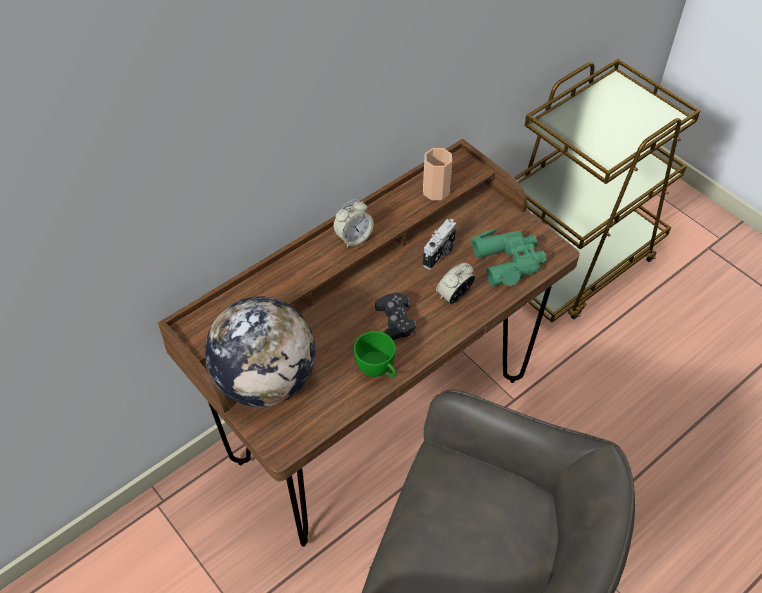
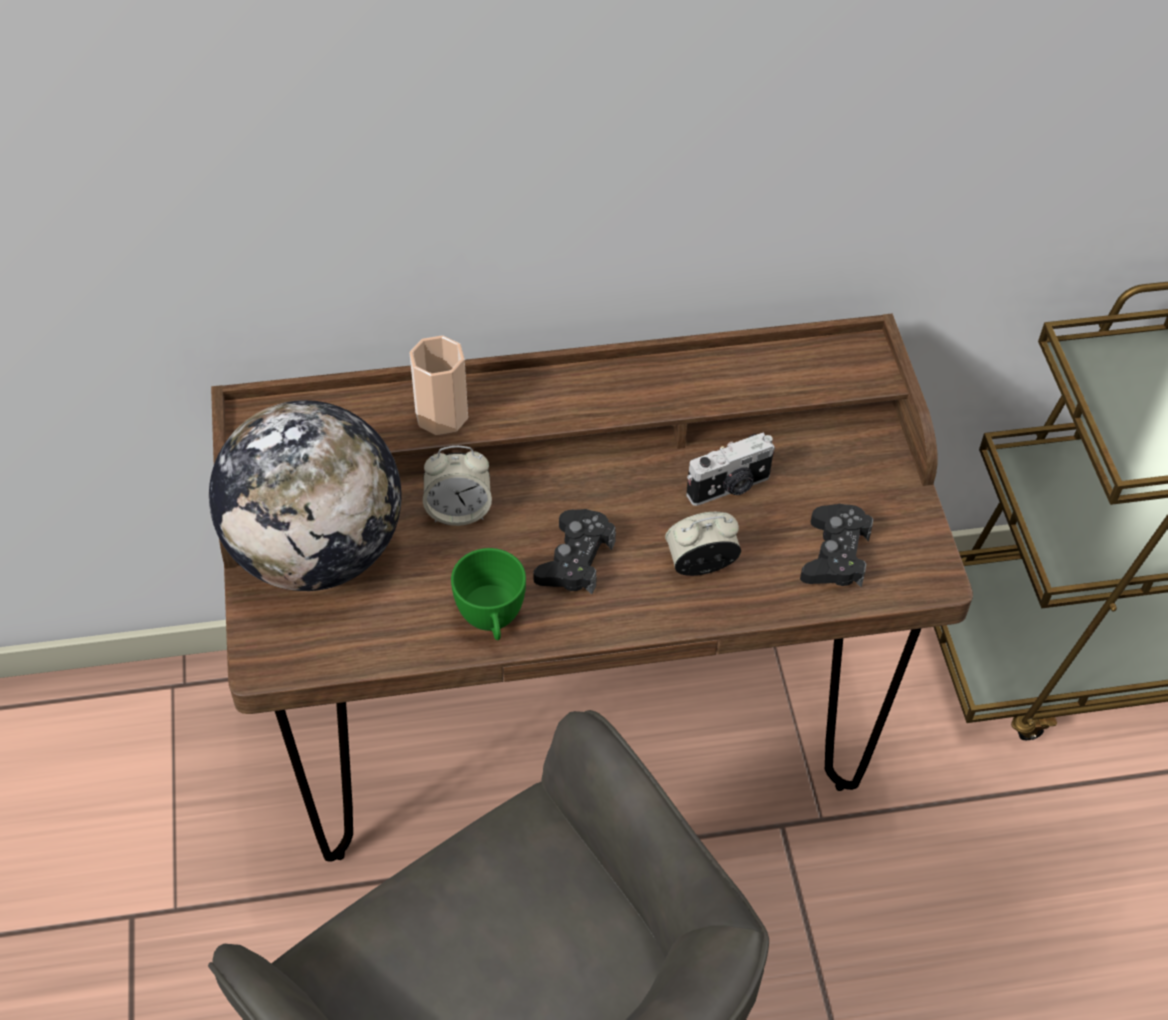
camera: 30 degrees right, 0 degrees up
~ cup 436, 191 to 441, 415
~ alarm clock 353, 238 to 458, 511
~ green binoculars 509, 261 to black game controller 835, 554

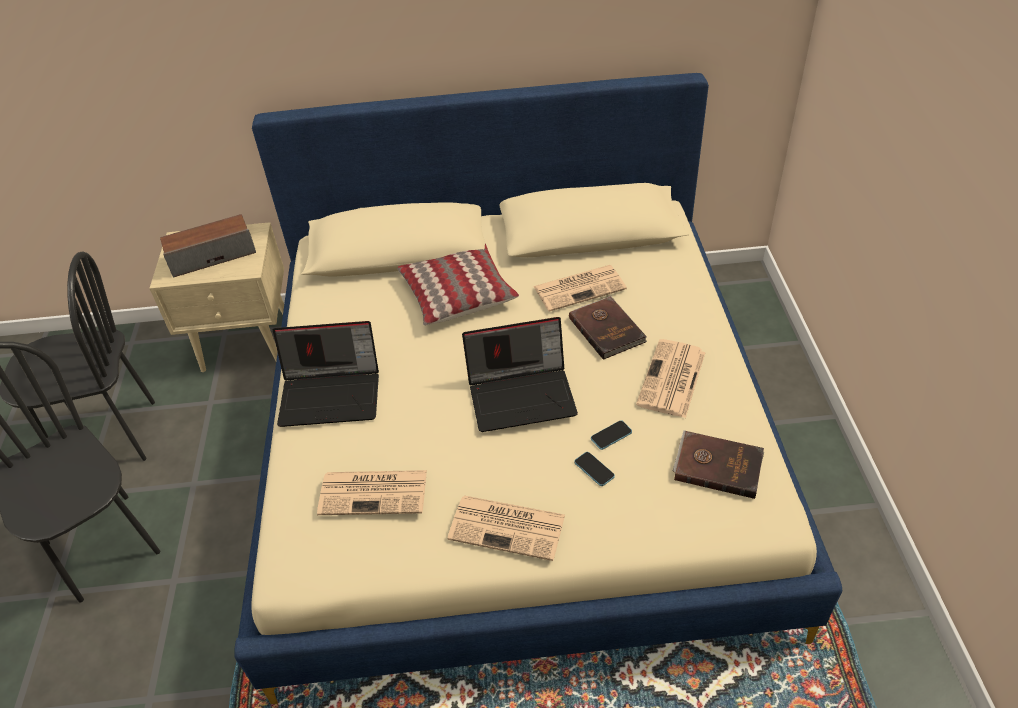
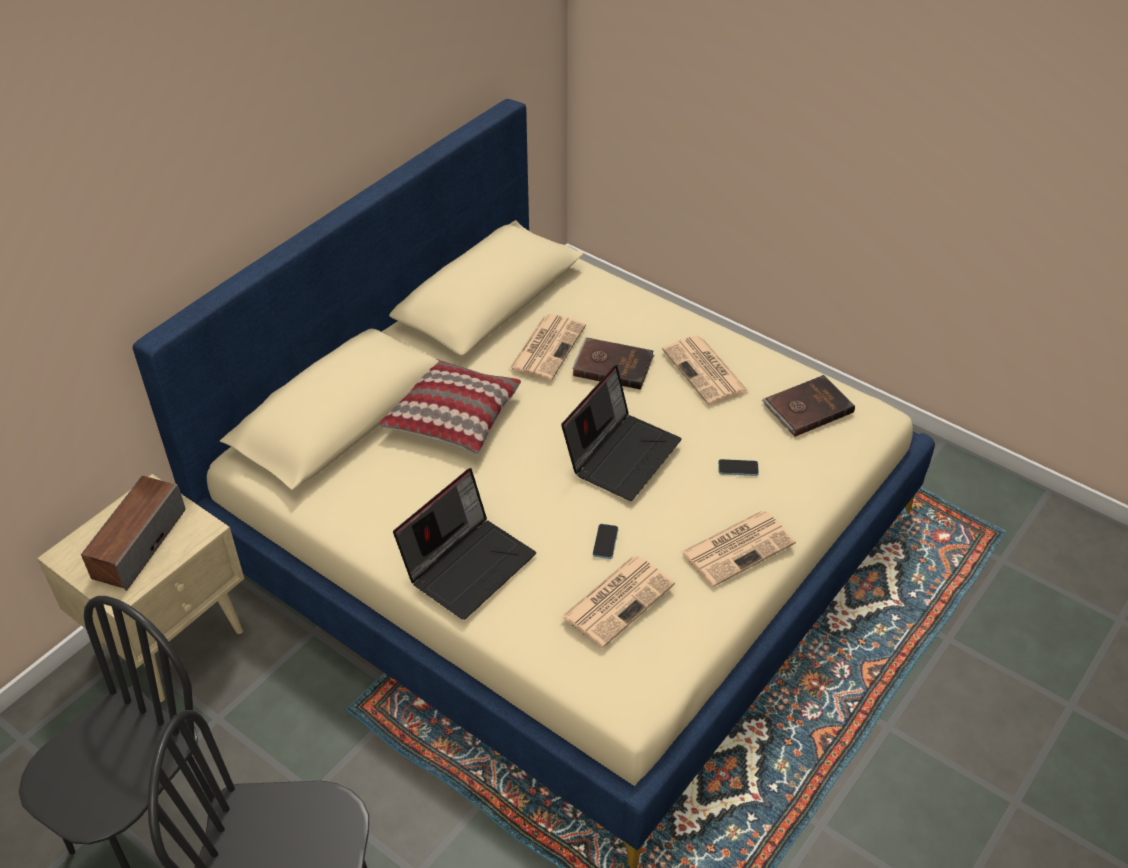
camera: 50 degrees left, 0 degrees up
~ phone 611, 436 to 605, 542

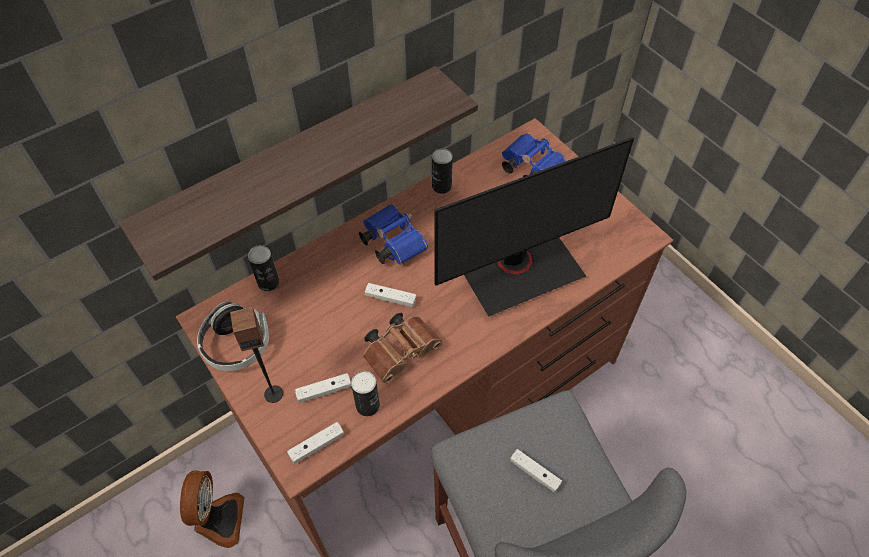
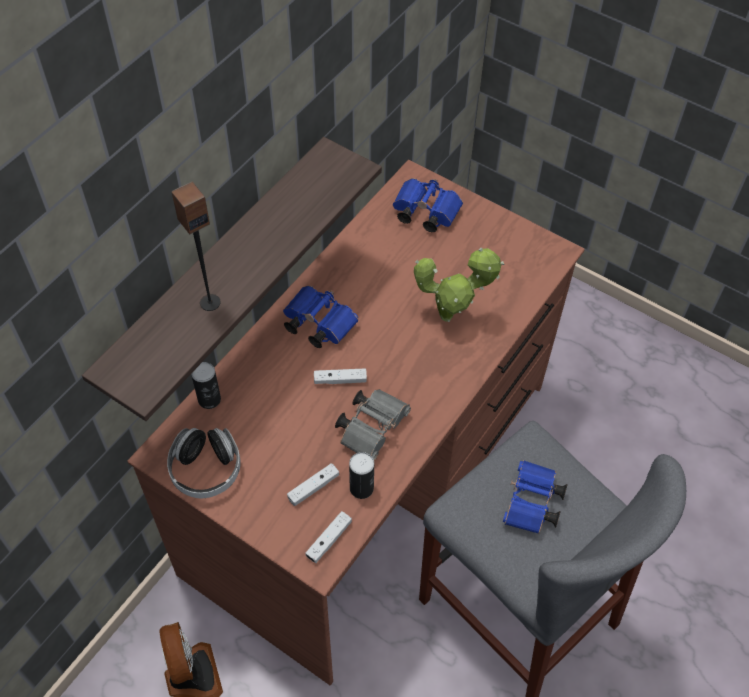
camera: 20 degrees left, 0 degrees up
~ speaker 273, 393 to 210, 302
~ brown binoculars 402, 351 to grey binoculars 373, 427
~ monitor 518, 268 to potted plant 451, 315
~ white game controller 534, 473 to blue binoculars 531, 505
- can 441, 186

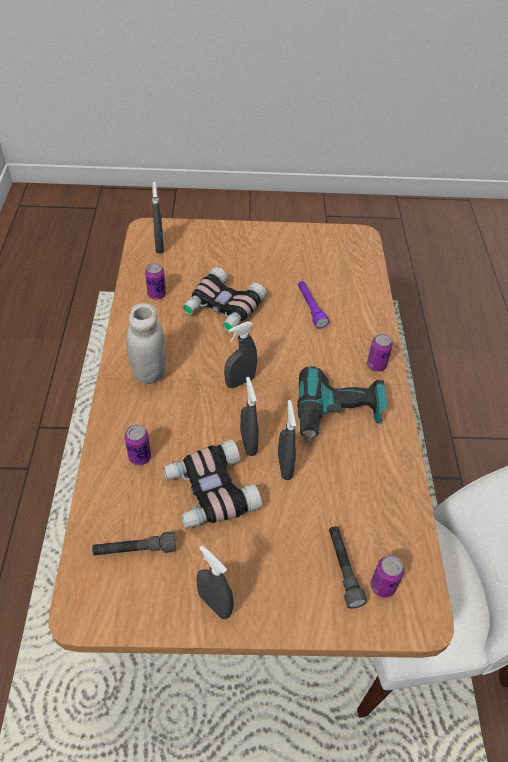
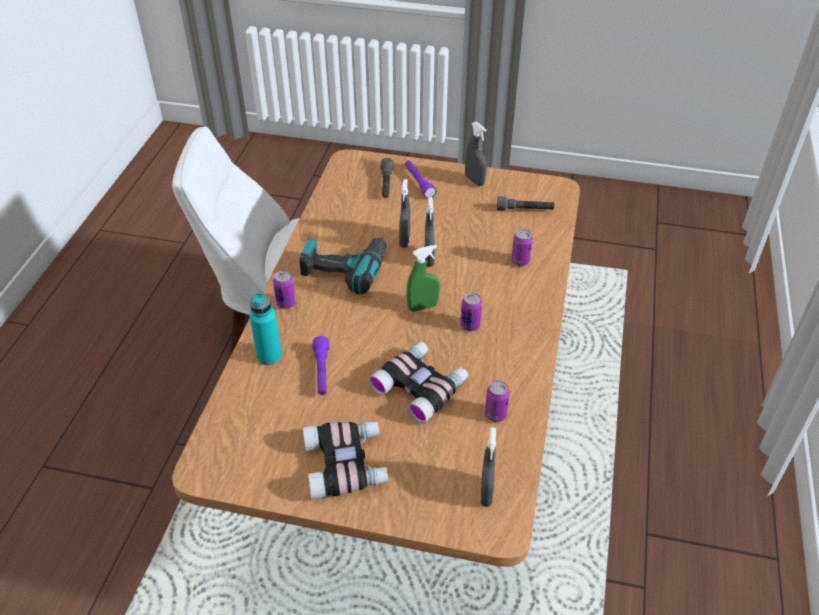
camera: 165 degrees left, 5 degrees down
+ turquoise bottle 269, 356
~ binoculars 209, 491 to 347, 464
+ purple flashlight 418, 183
~ grey spray bottle 240, 381 to green spray bottle 423, 306
~ can 382, 586 to 470, 325
- white jar 149, 372

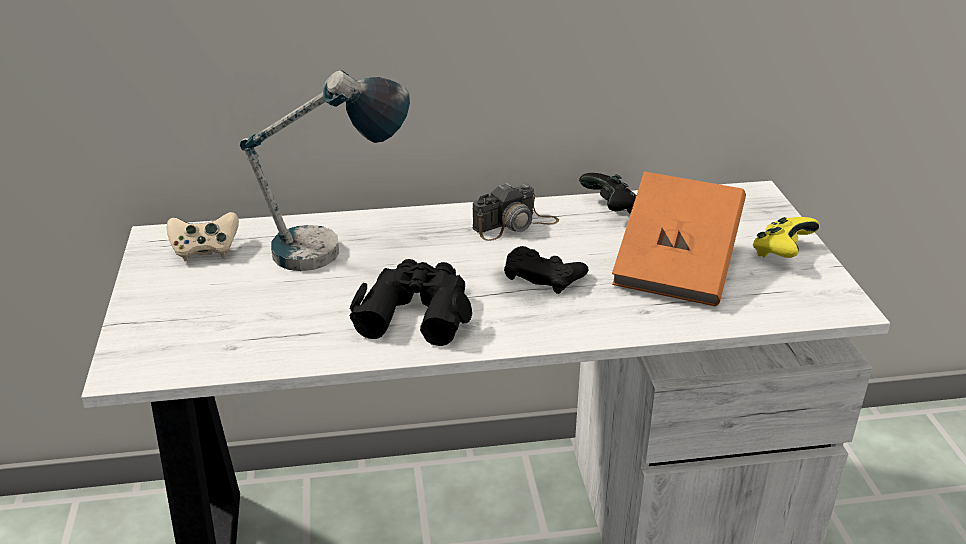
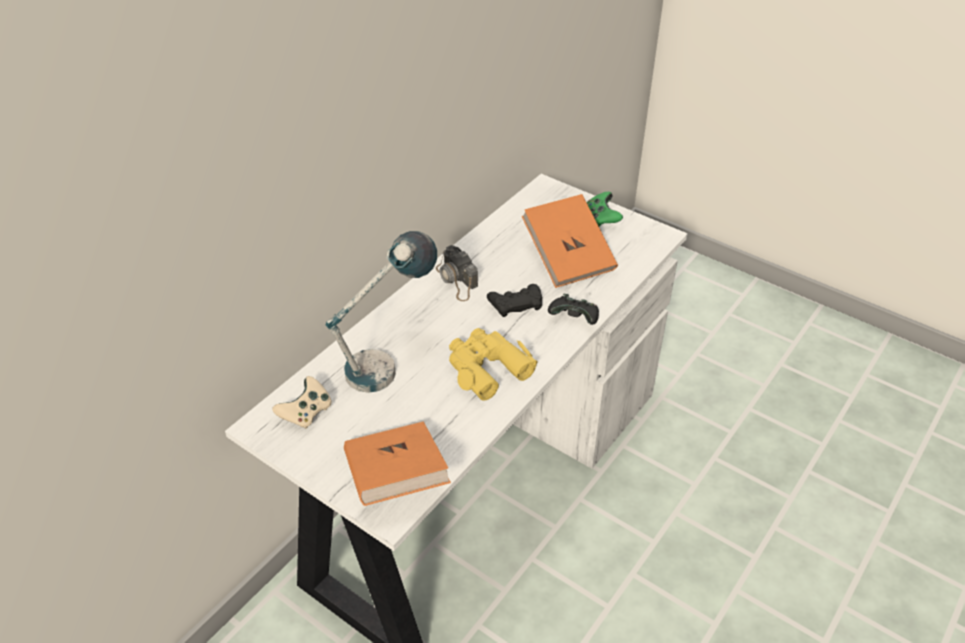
camera: 45 degrees left, 10 degrees up
+ orange book 396, 480
~ photo camera 515, 224 = 457, 280 135 degrees clockwise
~ black binoculars 415, 311 to yellow binoculars 486, 368
~ black game controller 611, 208 to 574, 319
~ yellow game controller 781, 252 to green game controller 601, 219

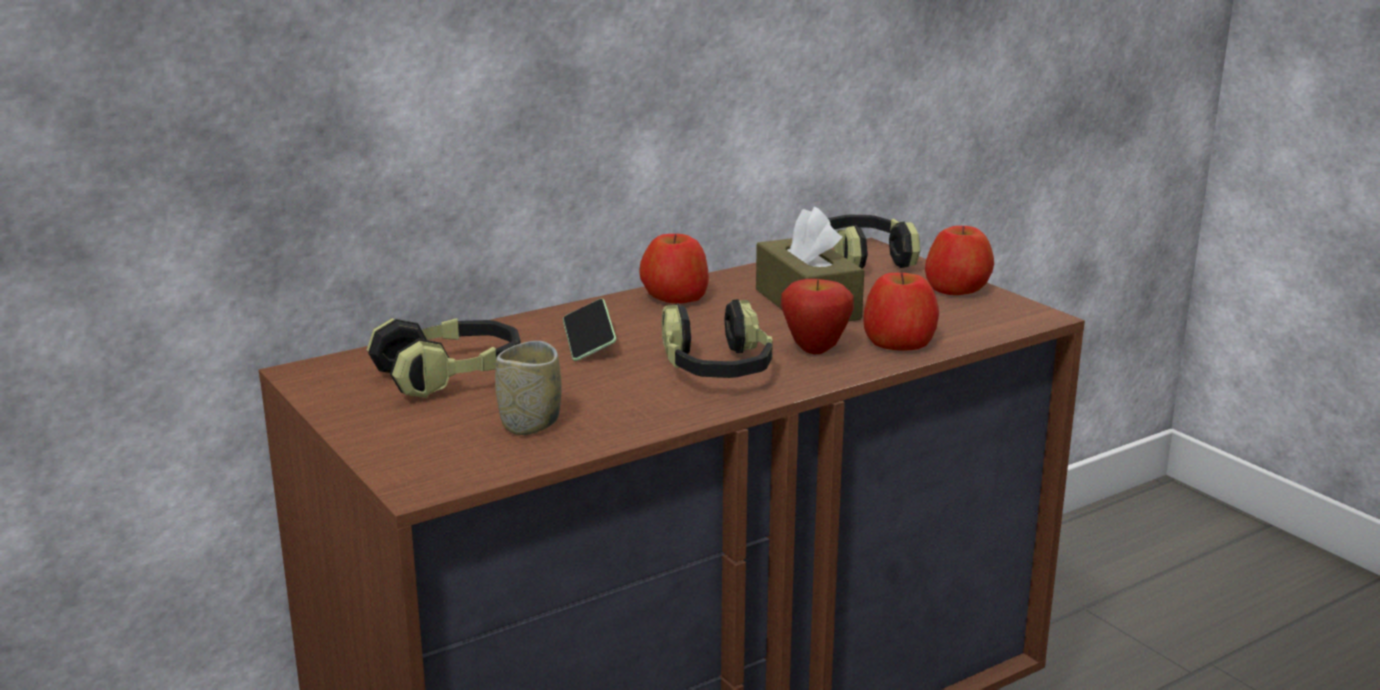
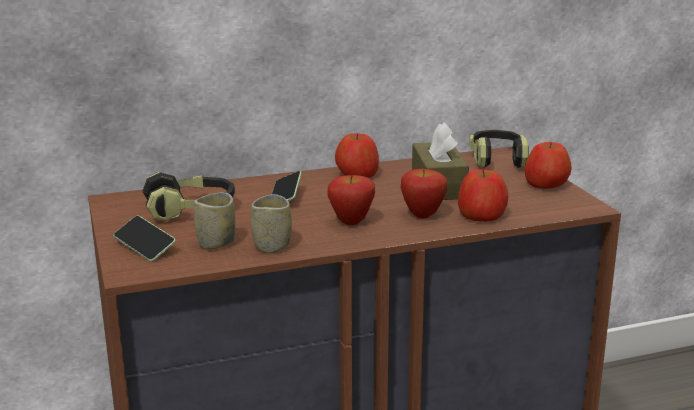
camera: 15 degrees right, 0 degrees up
+ phone 145, 247
+ cup 272, 246
~ headphones 717, 370 to apple 351, 222

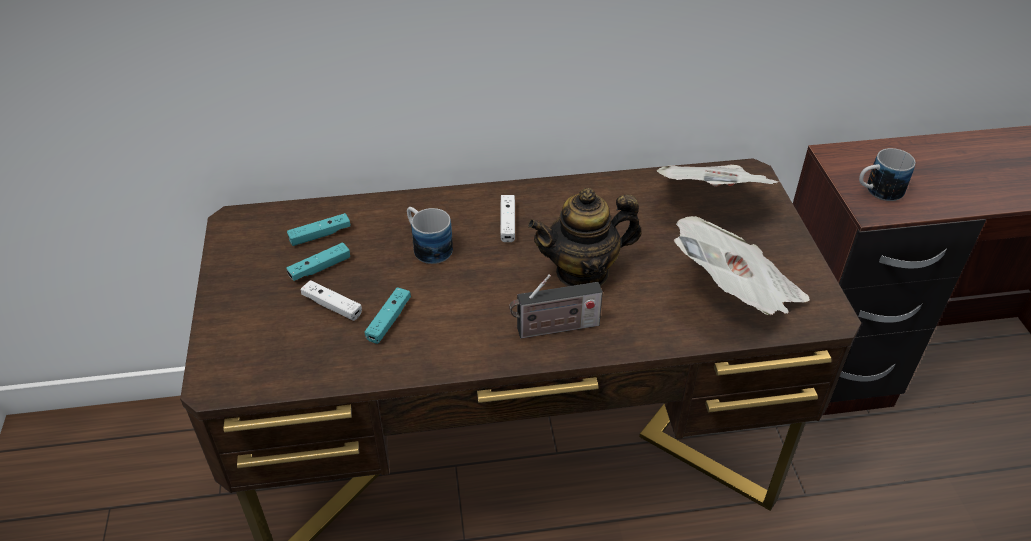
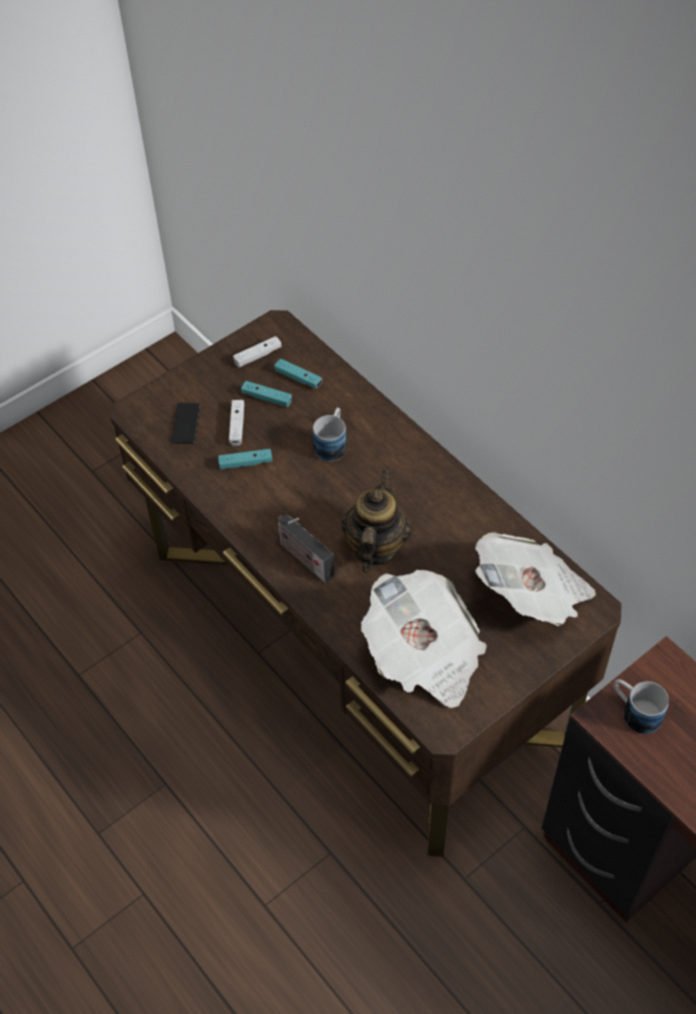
camera: 60 degrees right, 10 degrees up
+ phone 186, 424
~ white game controller 507, 223 to 258, 356
~ teapot 583, 272 = 375, 548 60 degrees clockwise

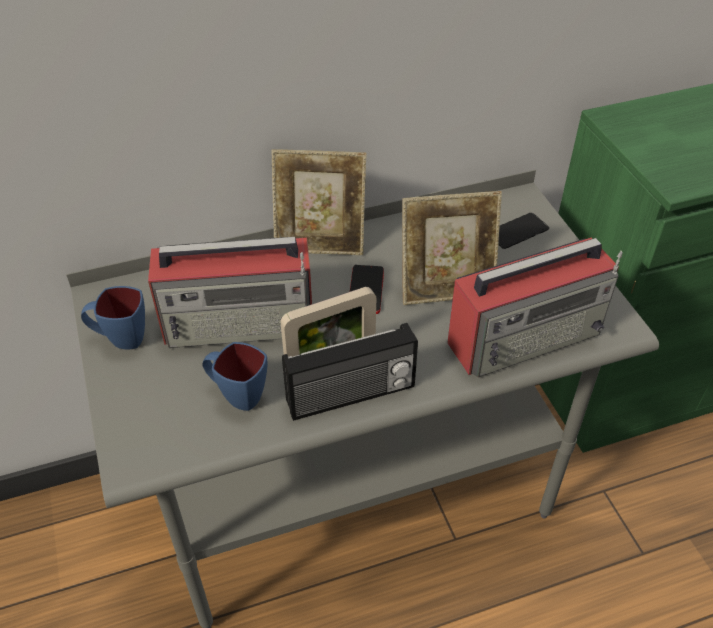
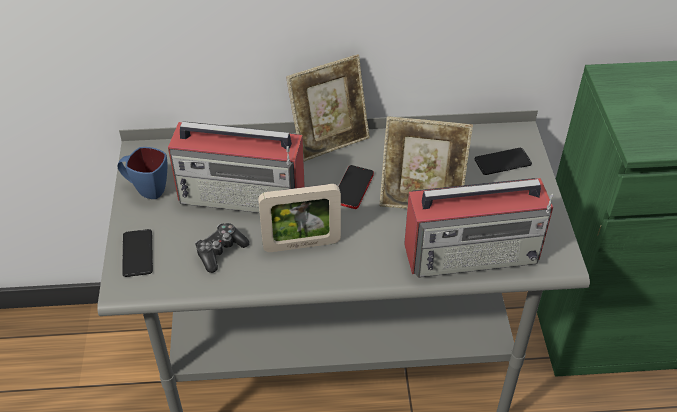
camera: 15 degrees right, 0 degrees up
+ phone 137, 253
~ blue mug 237, 395 to game controller 220, 251
~ picture frame 320, 243 = 330, 141 45 degrees counterclockwise
- radio 351, 396

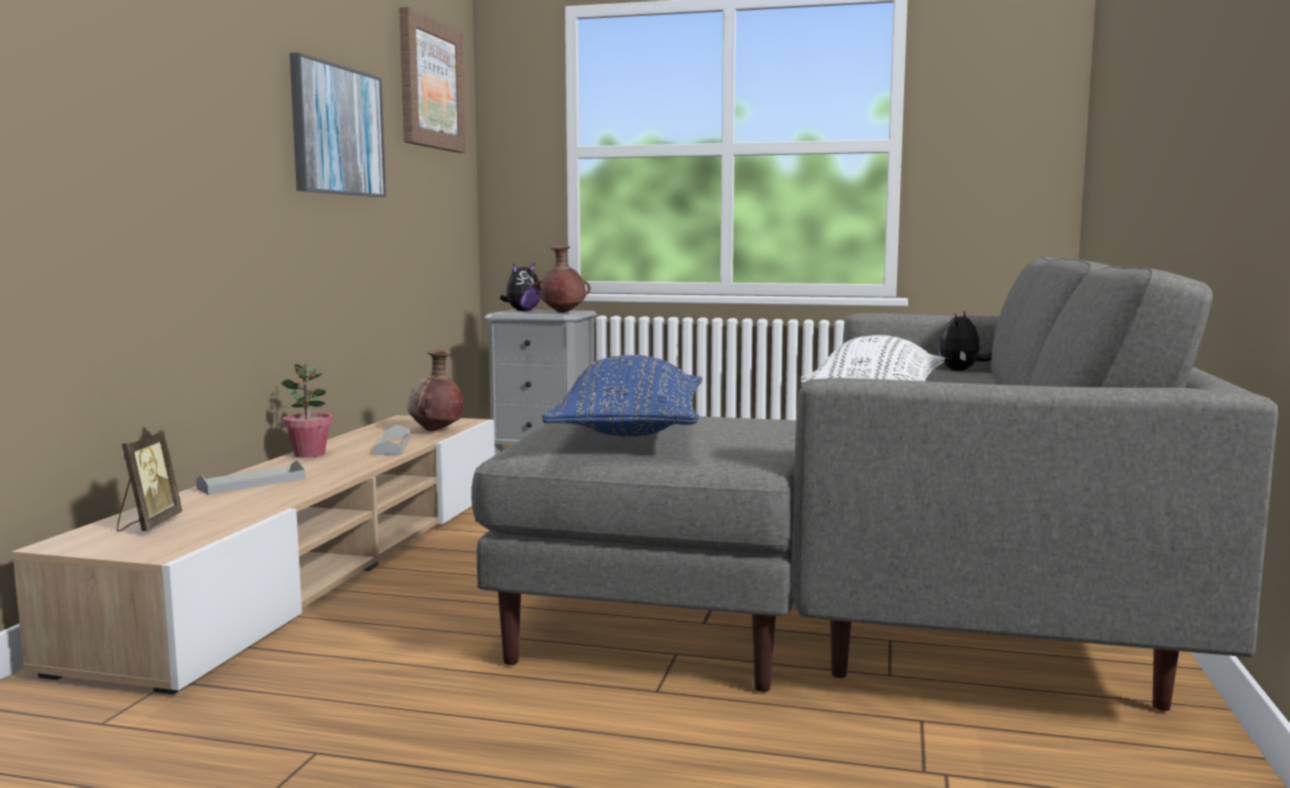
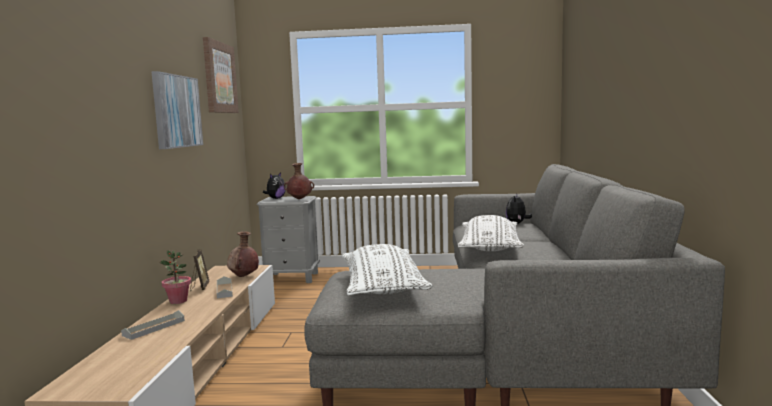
camera: 10 degrees left, 0 degrees up
~ picture frame 148, 525 to 199, 288
~ blue pillow 630, 430 to white pillow 382, 286

